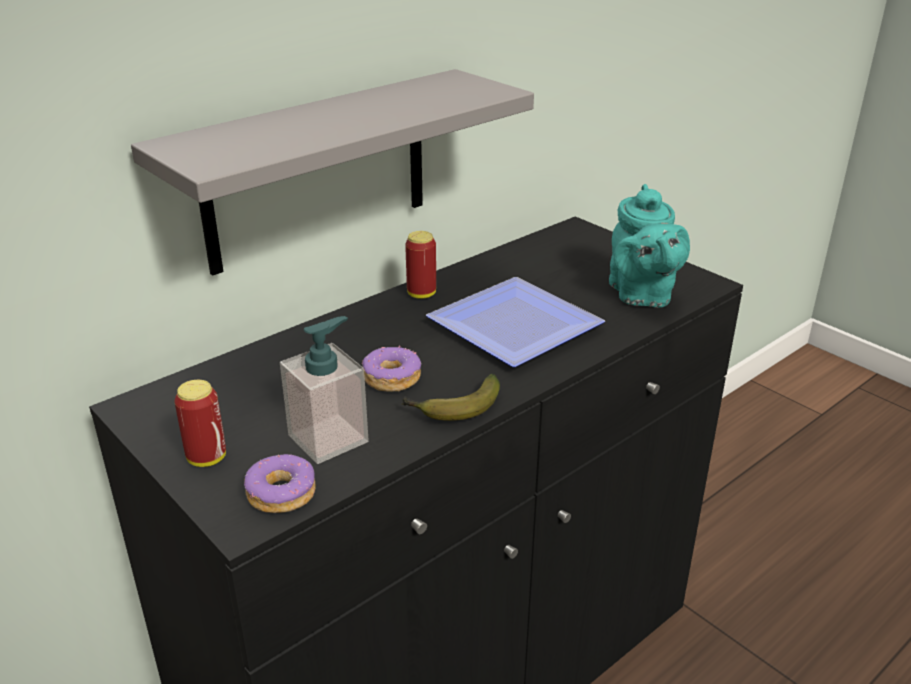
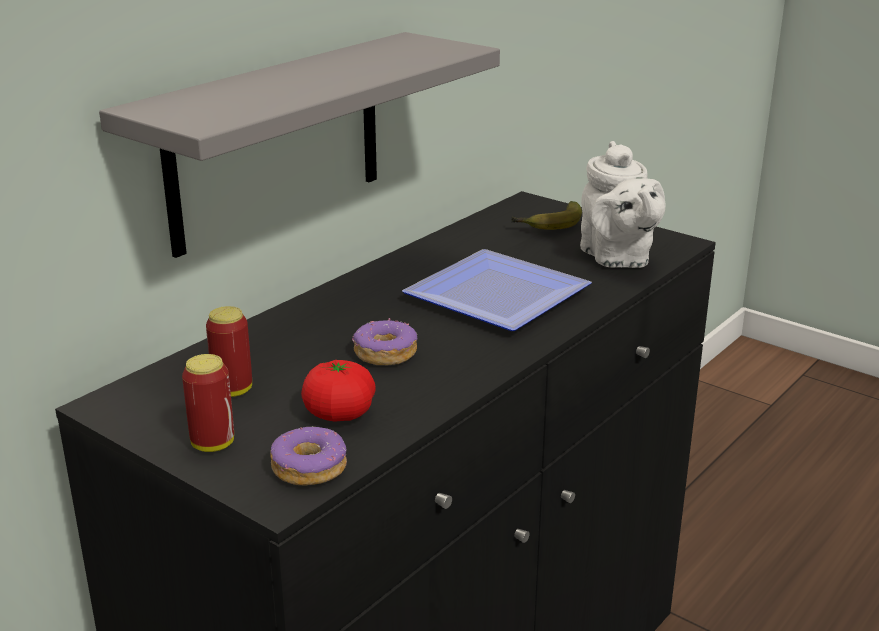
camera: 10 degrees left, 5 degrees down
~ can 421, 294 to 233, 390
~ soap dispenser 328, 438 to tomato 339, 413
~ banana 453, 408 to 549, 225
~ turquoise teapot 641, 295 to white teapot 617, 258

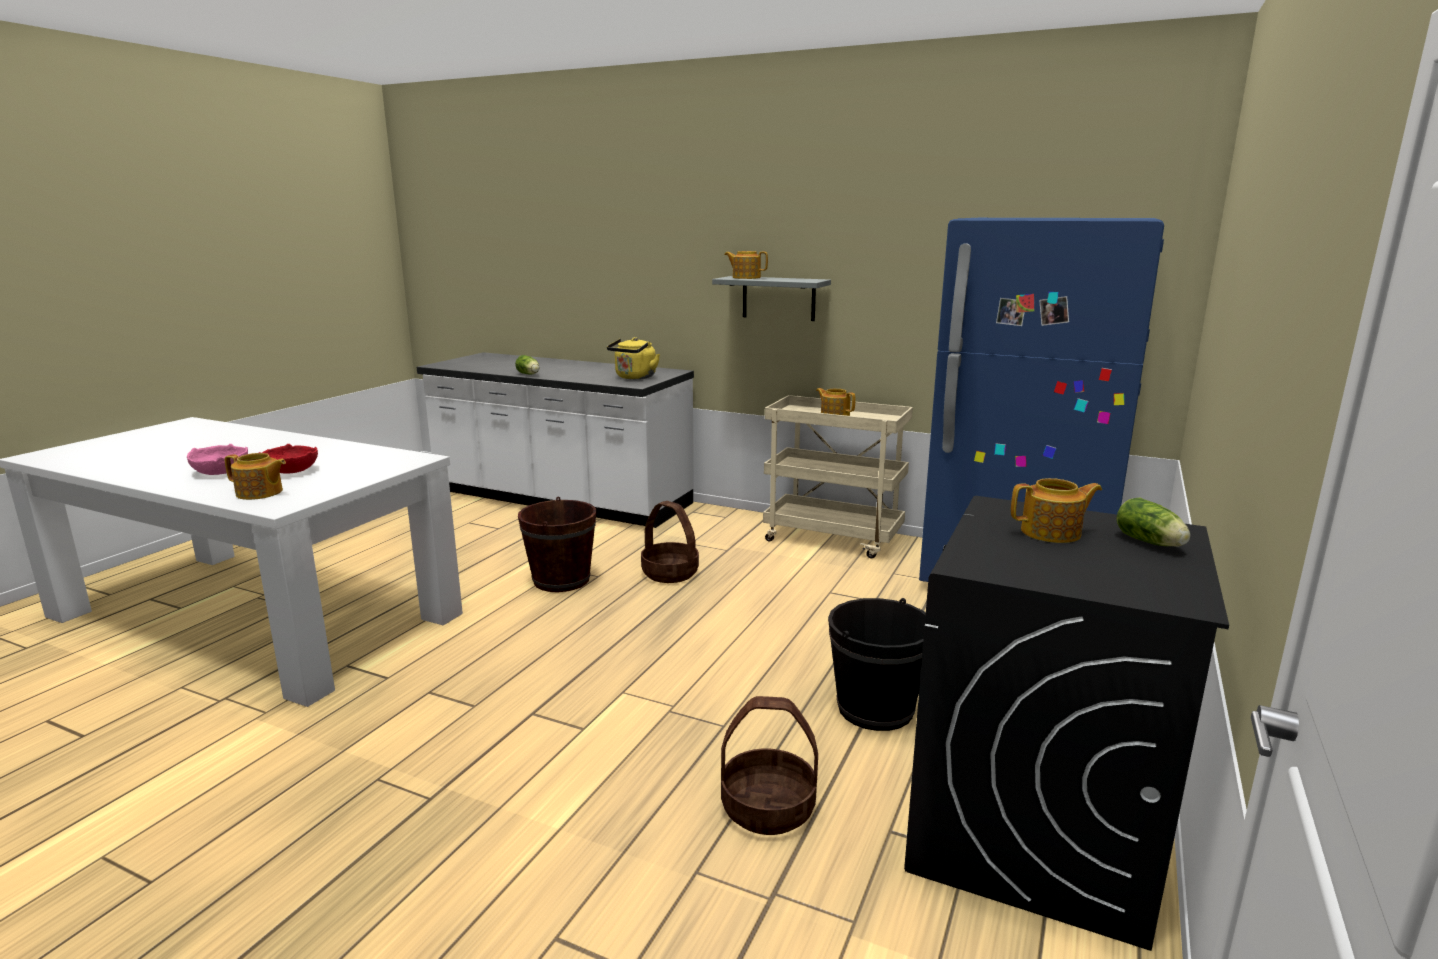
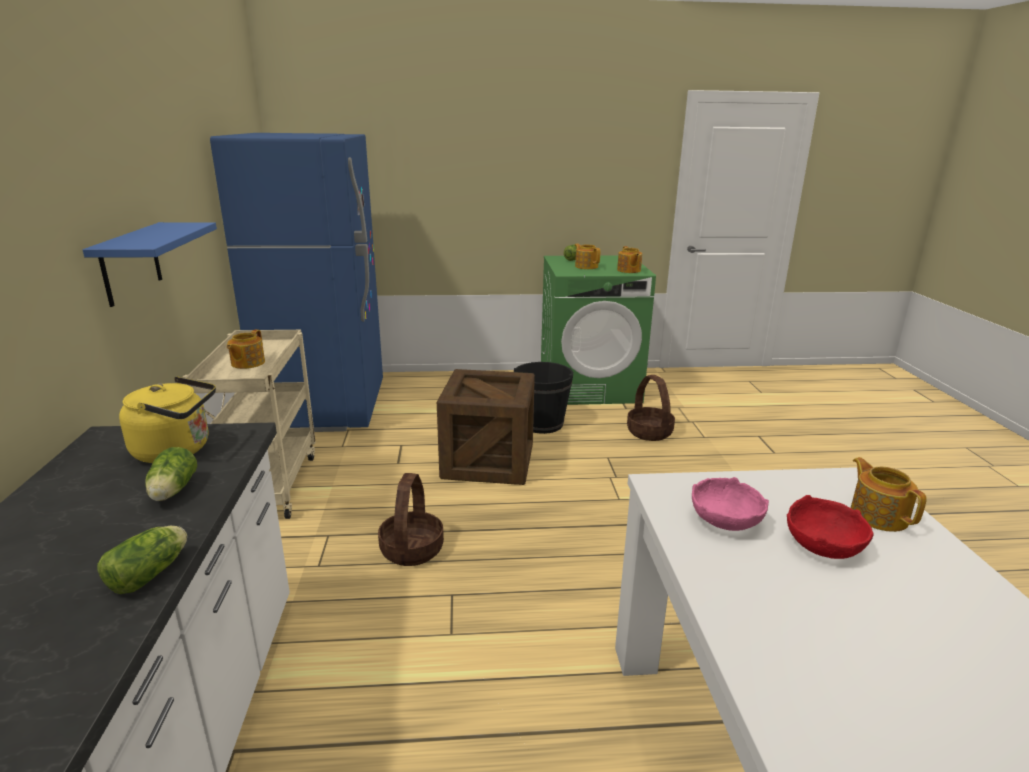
camera: 120 degrees left, 5 degrees up
~ grey shelf 778, 298 to blue shelf 130, 263
+ lettuce 172, 492
+ crate 488, 461
~ black washing machine 1033, 831 to green washing machine 589, 387
~ teapot 746, 277 to 628, 270
~ pink bowl 220, 472 to 726, 520
- brown bucket 561, 580

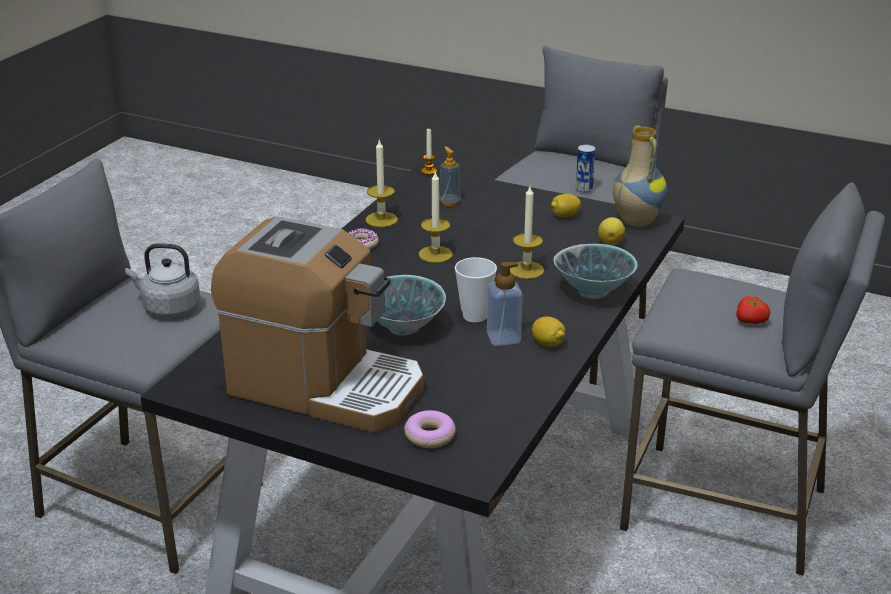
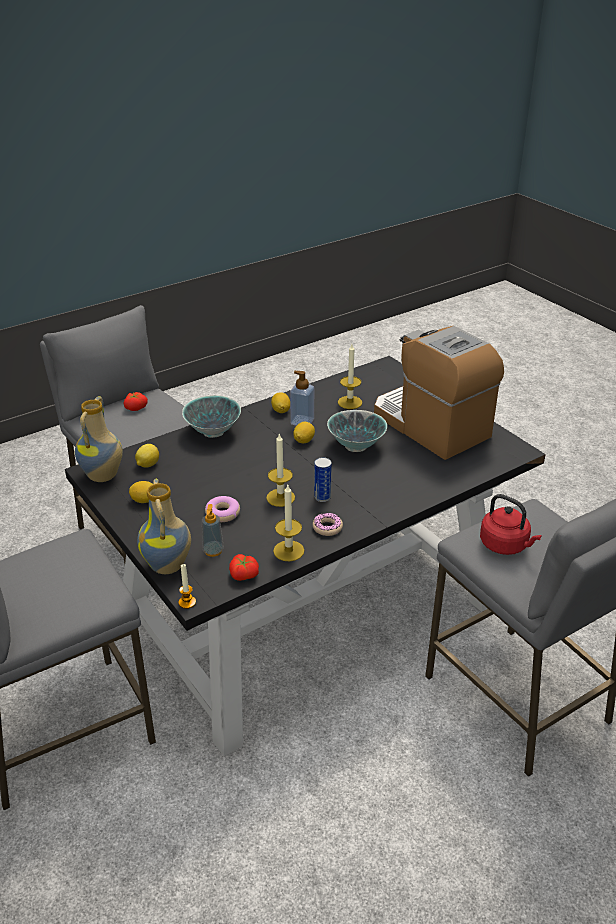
camera: 150 degrees left, 5 degrees up
+ vase 169, 566
~ donut 430, 436 to 222, 513
+ tomato 243, 575
~ cup 475, 316 to lemon 304, 440
~ can 584, 189 to 322, 497
~ candle 526, 270 to 350, 402
~ grey kettle 168, 308 to red kettle 506, 545

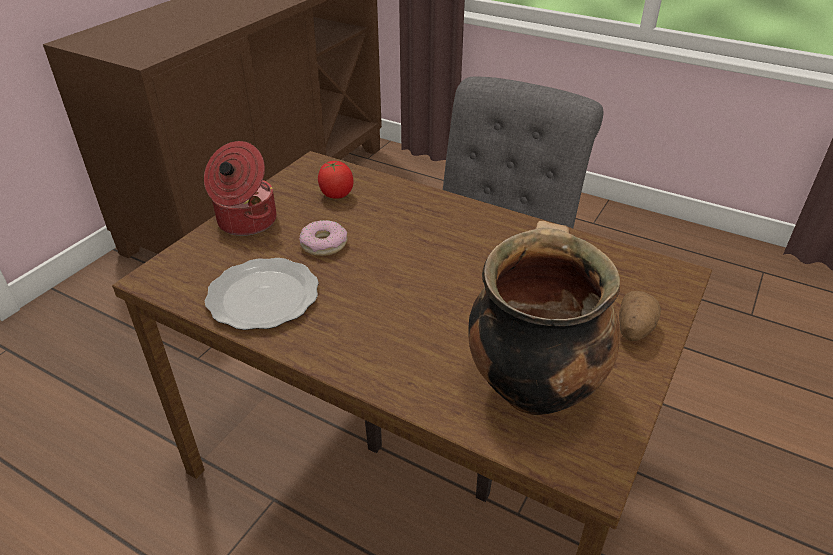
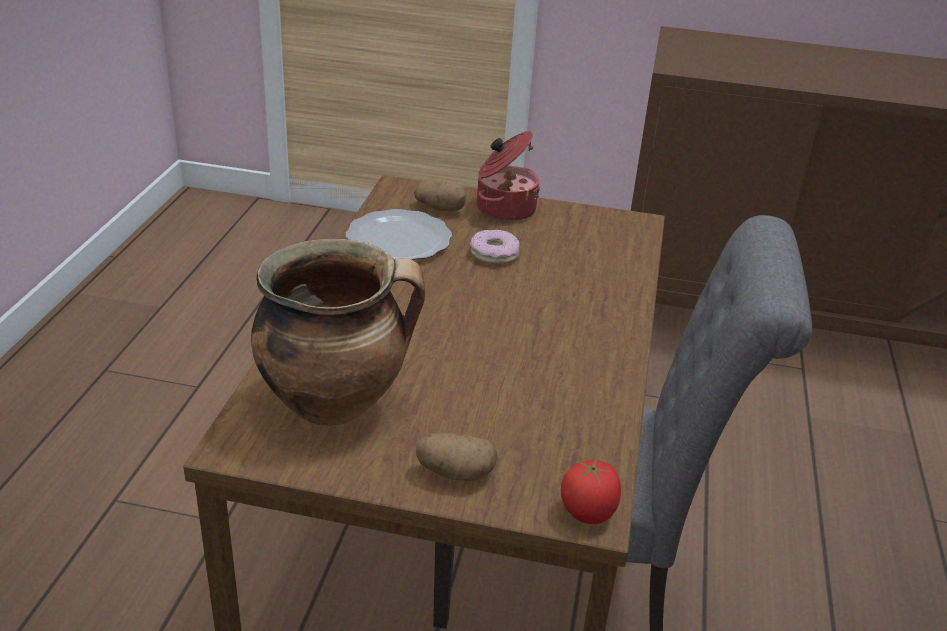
camera: 70 degrees right, 5 degrees down
+ potato 441, 208
~ tomato 336, 194 to 588, 512

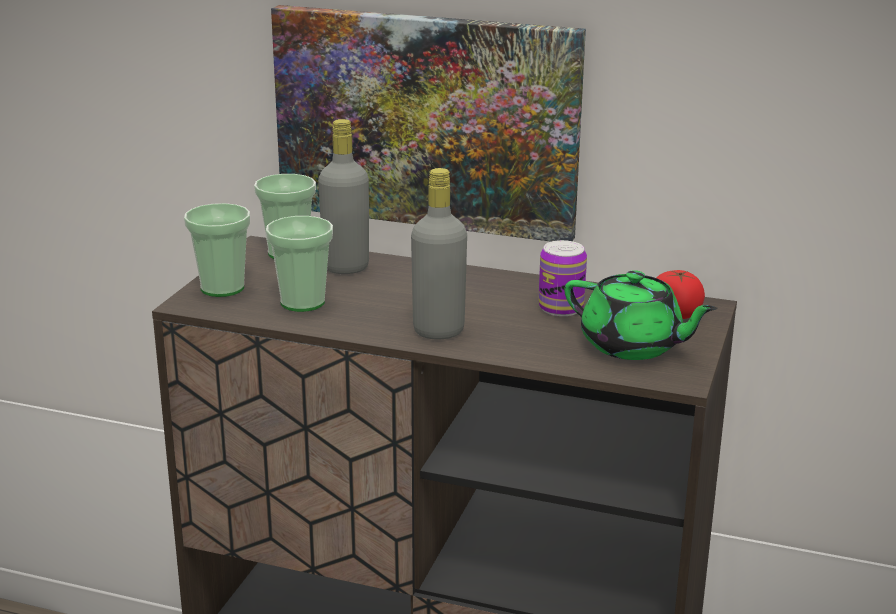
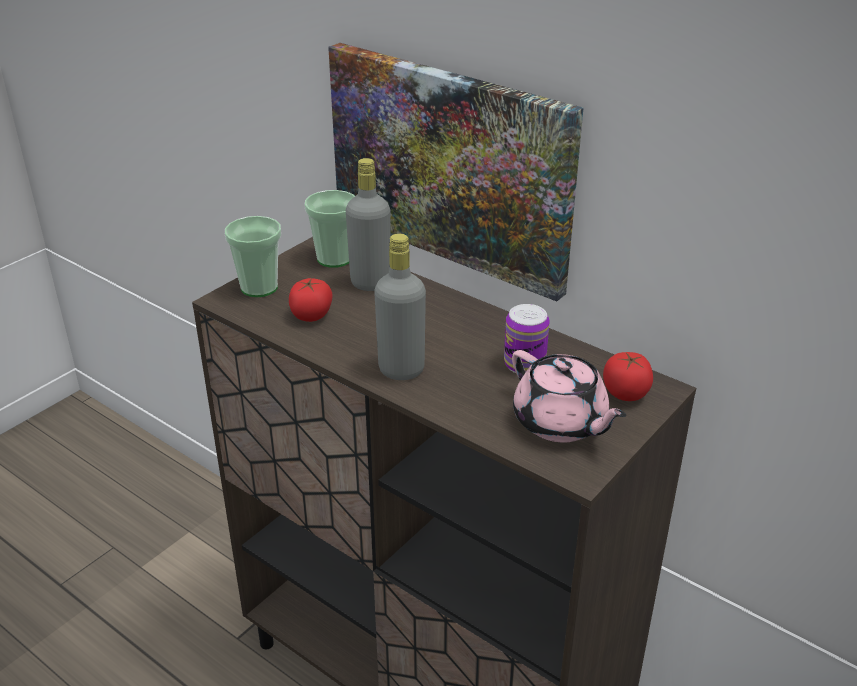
camera: 20 degrees right, 10 degrees up
~ cup 302, 302 to tomato 311, 315
~ green teapot 632, 346 to pink teapot 560, 423

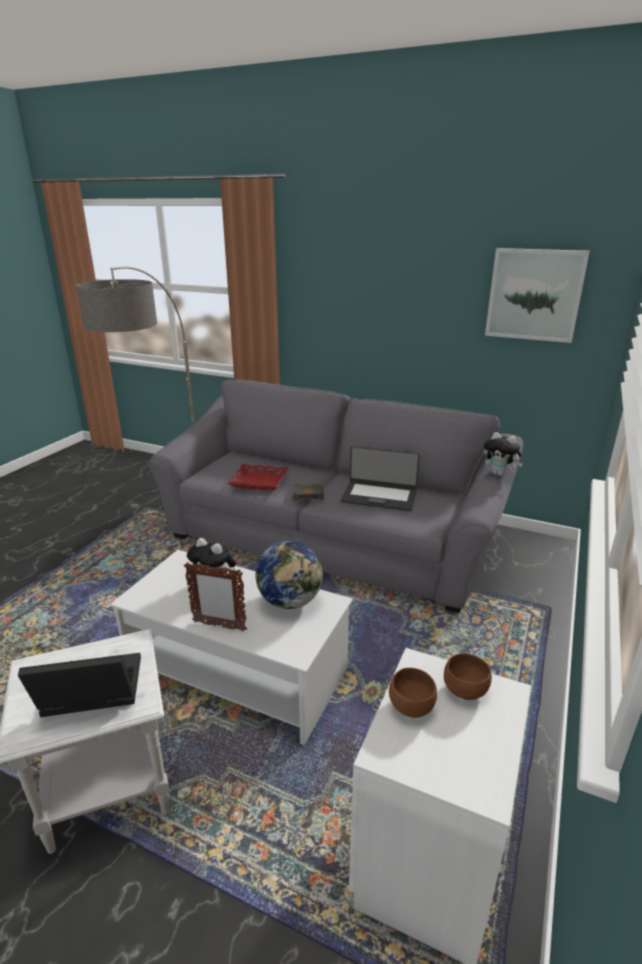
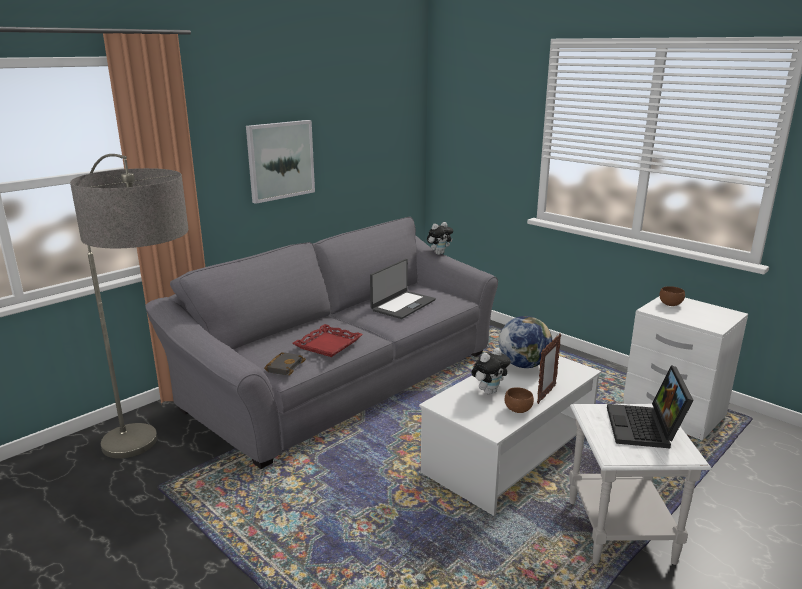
camera: 70 degrees left, 5 degrees down
~ picture 534, 295 to 280, 160
~ black book 309, 494 to 284, 366
~ brown bowl 413, 708 to 519, 409

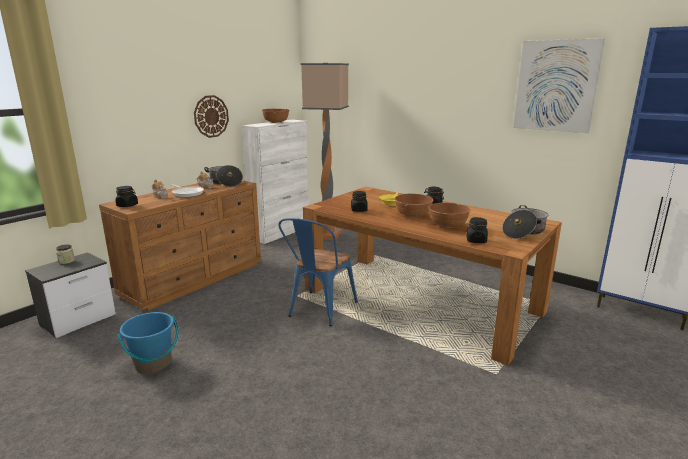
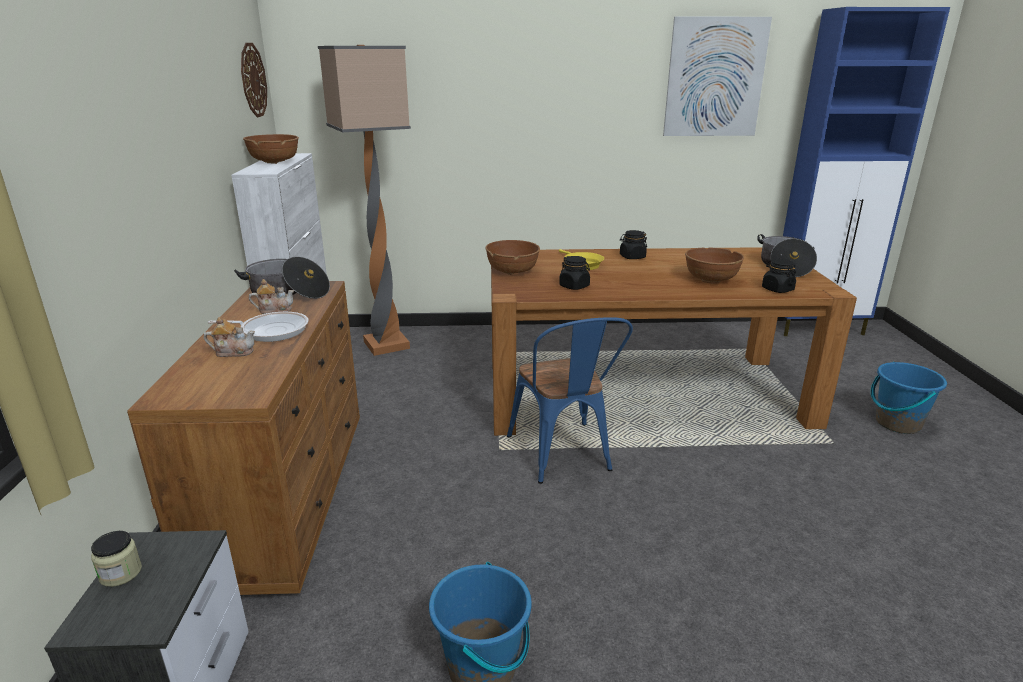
camera: 40 degrees left, 5 degrees up
~ wall clock 211, 116 to 253, 80
~ brown bowl 413, 215 to 512, 271
+ blue bucket 897, 423
- black jar 127, 205

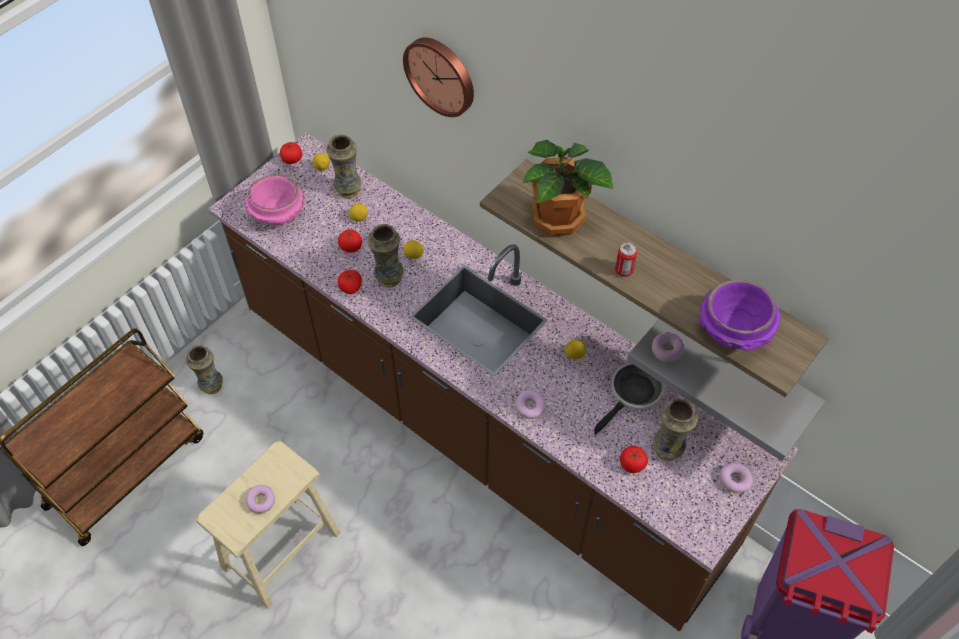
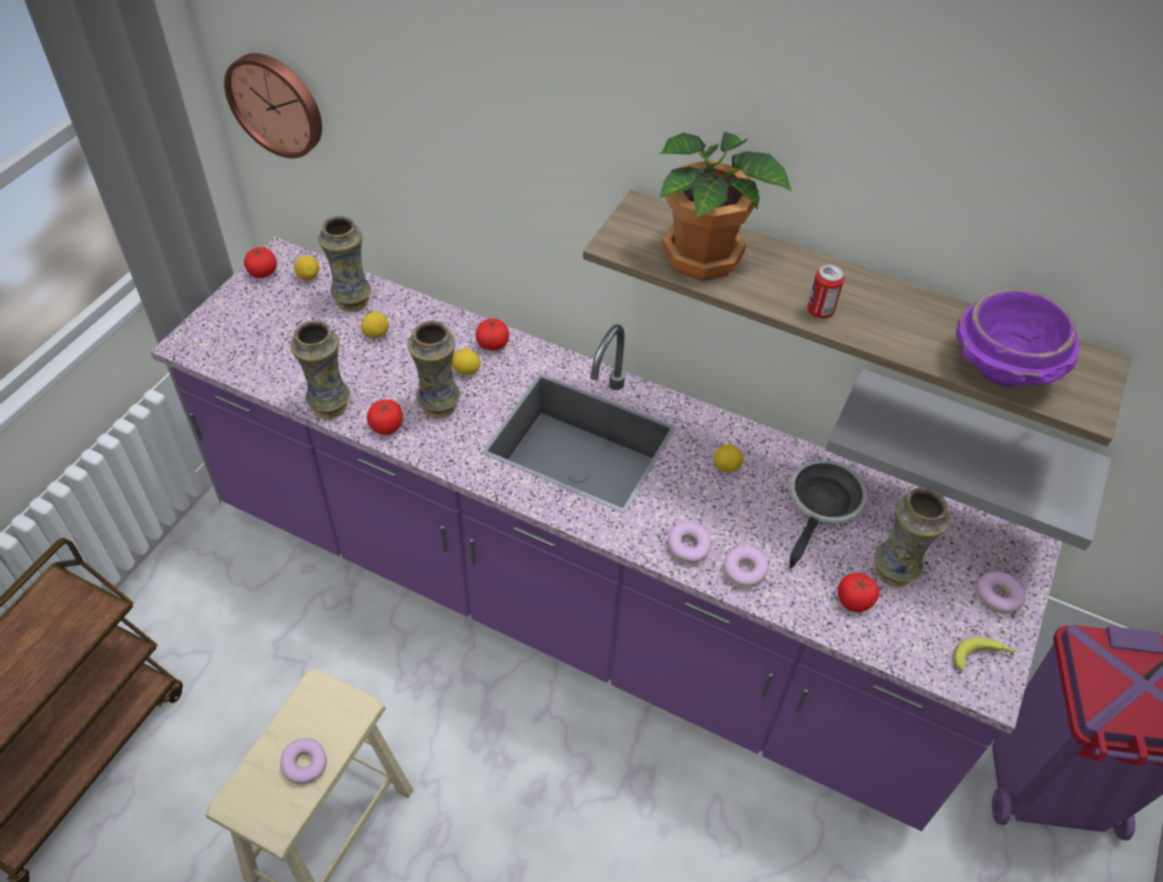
camera: 15 degrees left, 5 degrees down
~ brown counter 479, 427 to purple counter 573, 606
~ wall clock 441, 75 to 277, 103
~ vase 211, 385 to 329, 406
~ tomato 351, 247 to 492, 344
~ donut 667, 350 to 744, 571
+ banana 982, 656
- pink bowl 277, 214

